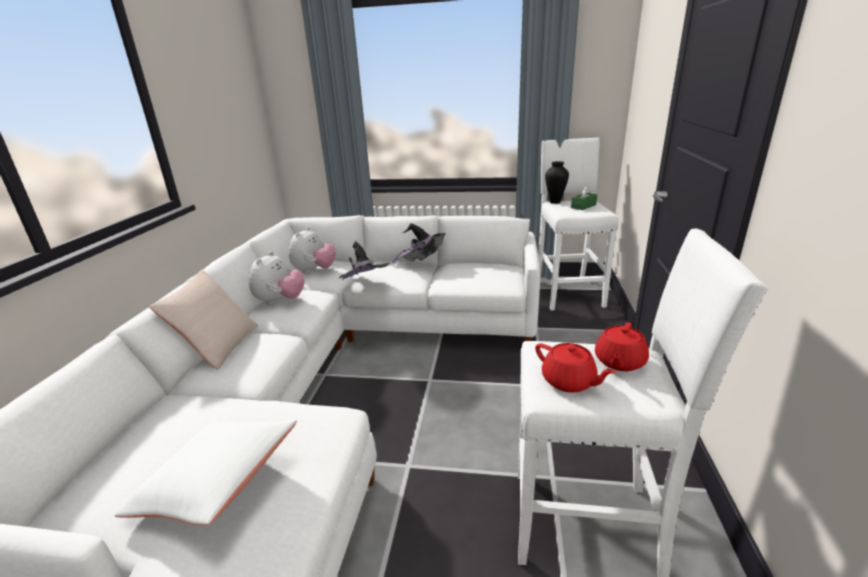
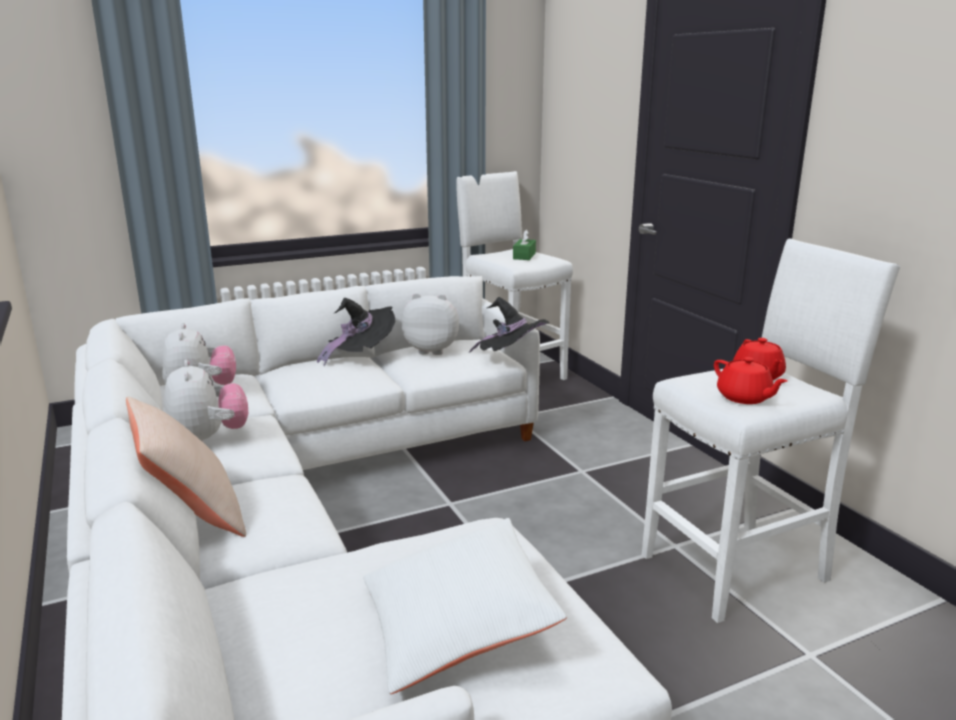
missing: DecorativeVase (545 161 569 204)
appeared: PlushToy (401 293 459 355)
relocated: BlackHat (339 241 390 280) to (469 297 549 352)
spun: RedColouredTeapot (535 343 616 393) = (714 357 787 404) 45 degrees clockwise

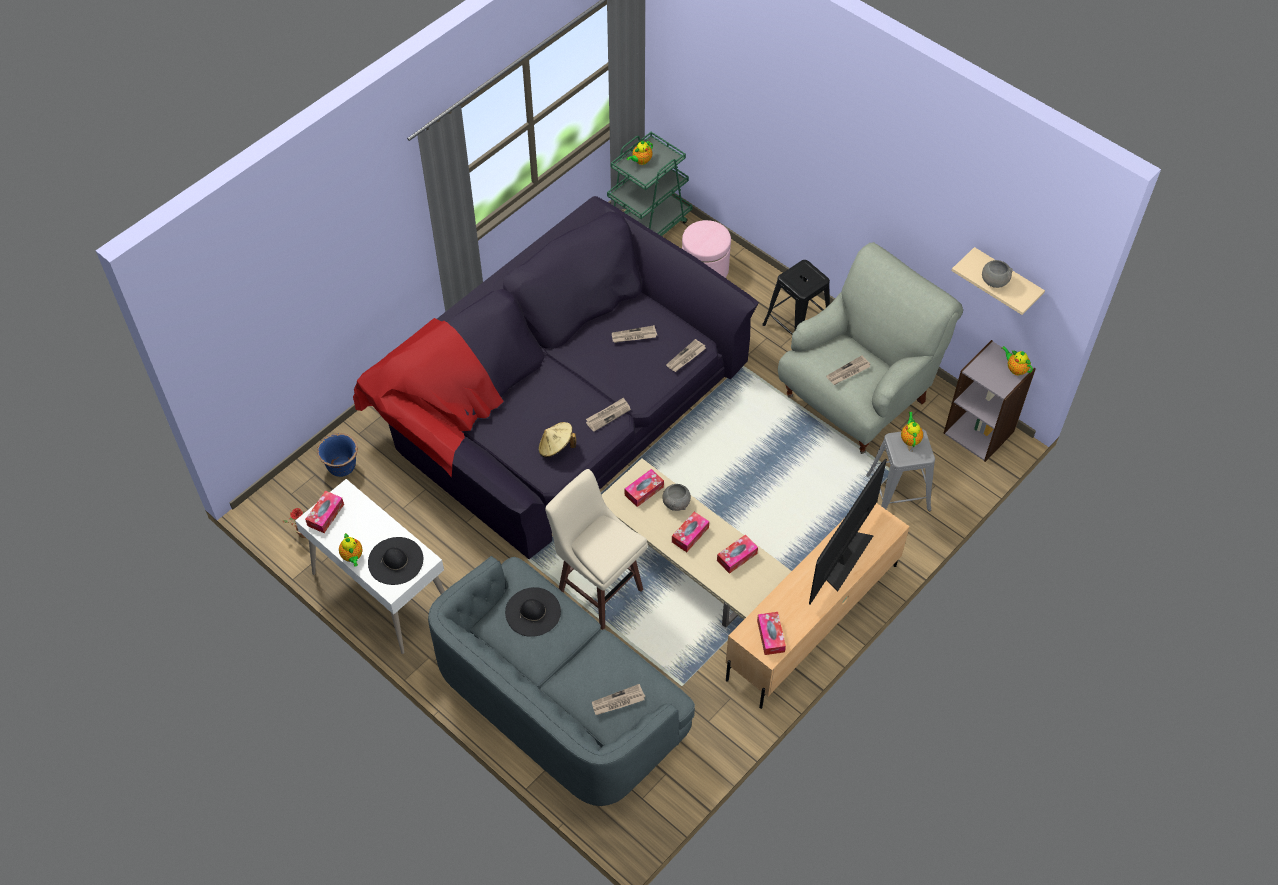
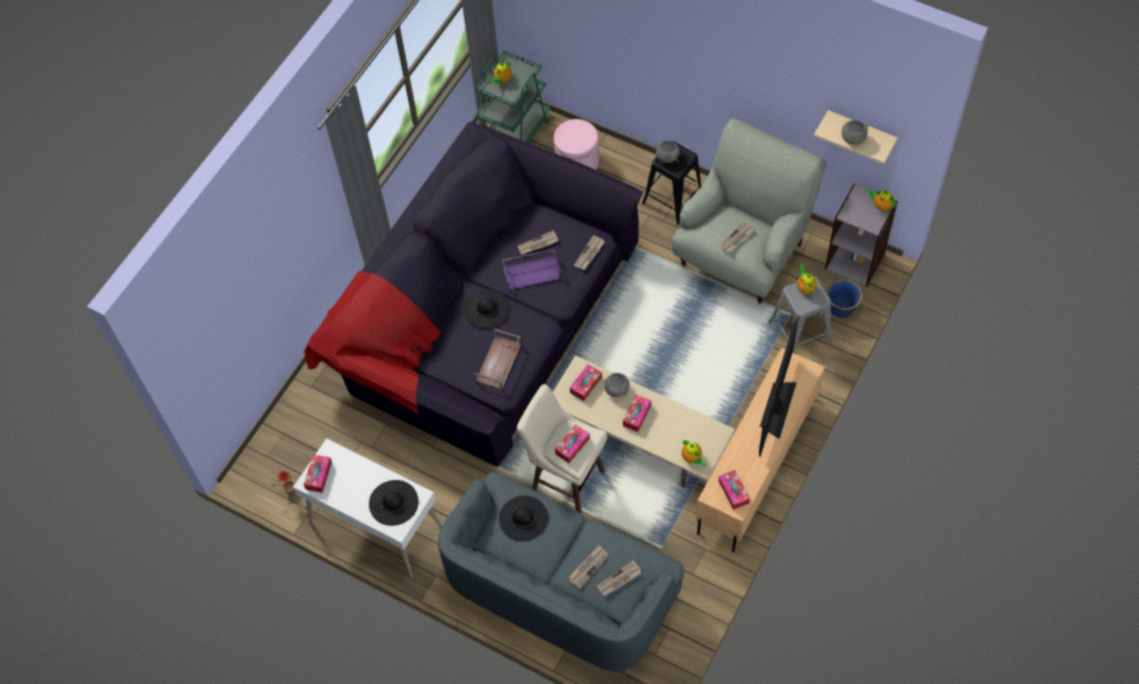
appeared: BlackHat (465 289 510 329); PurpleColouredTray (502 249 561 290); GreyServingBowl (656 140 680 163)
relocated: BlueColouredFlowerPot (317 433 358 477) to (826 279 863 318); Teapot (339 533 363 567) to (682 440 706 466); DailyPaper (586 397 631 432) to (569 545 609 589); TissueHolder (717 535 758 574) to (555 424 590 463)
exchanged: BeigeColouredHat (538 422 576 457) to BrownTray (474 329 521 390)

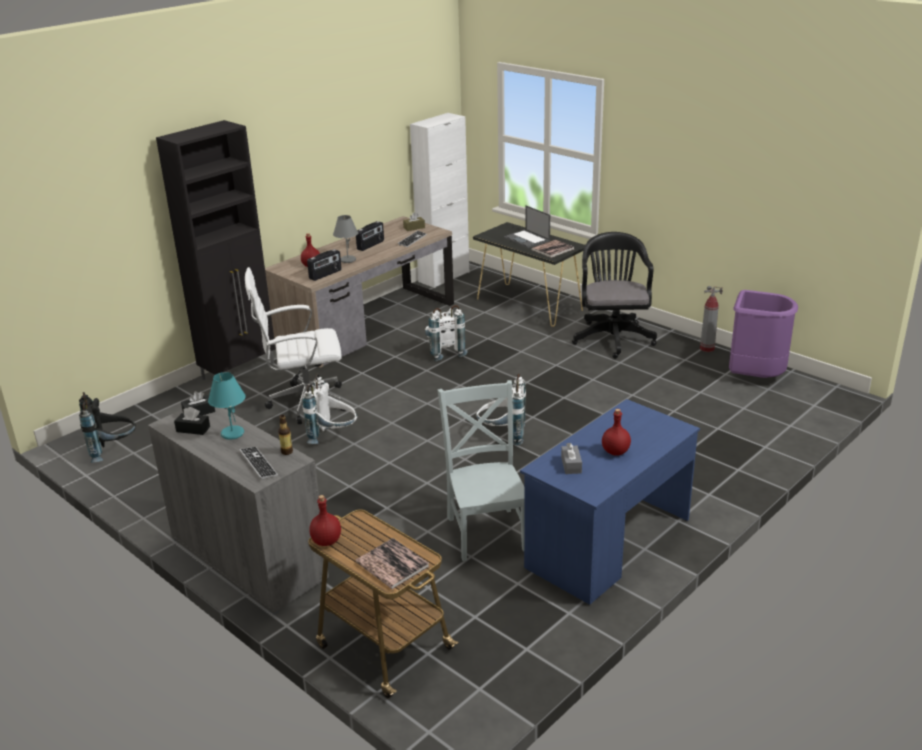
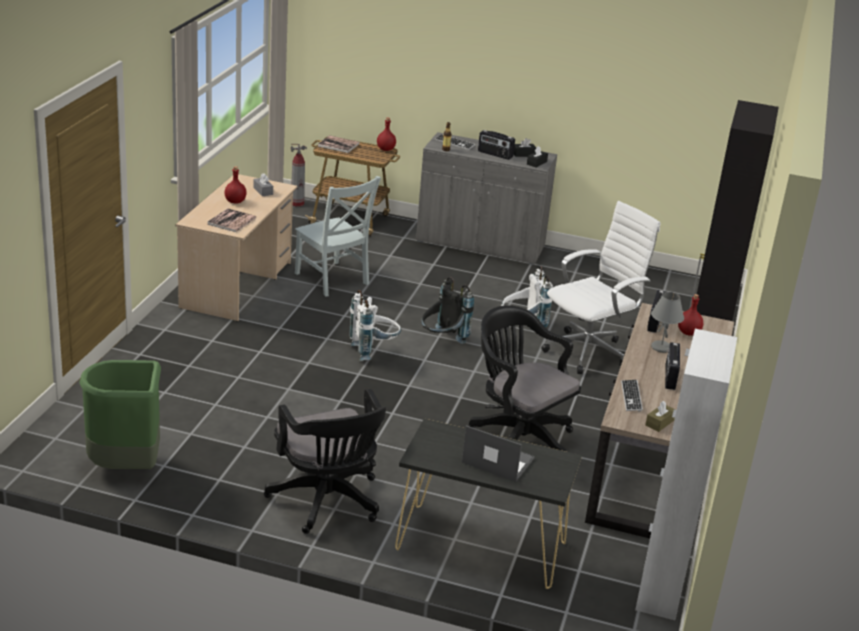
relocated: BlackKnapsack (79 392 136 463) to (421 277 474 344); Volume (531 240 574 258) to (207 208 256 232); FireFightingCylinder (700 286 723 352) to (291 144 307 207)
exchanged: BlueGreenLampForATable (208 372 246 440) to Radio (478 130 515 160); WhiteColouredKnapsack (425 305 468 362) to BlackDeskChair (469 305 581 452)
colour: BlueColouredDesk (520 399 700 605) to BeigeColouredDesk (176 174 297 321); PurpleColouredWasteBin (729 290 798 378) to GreenishWasteBin (79 360 161 469)

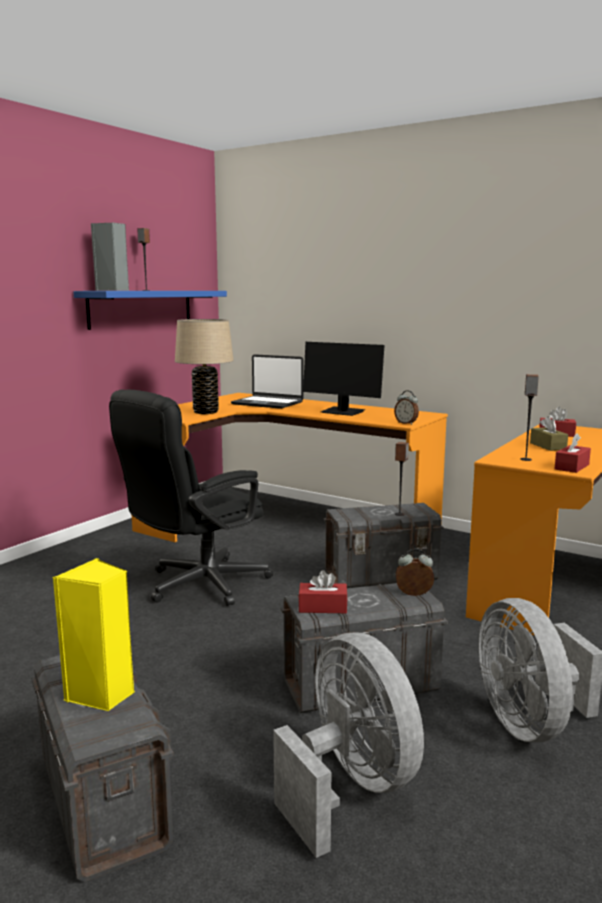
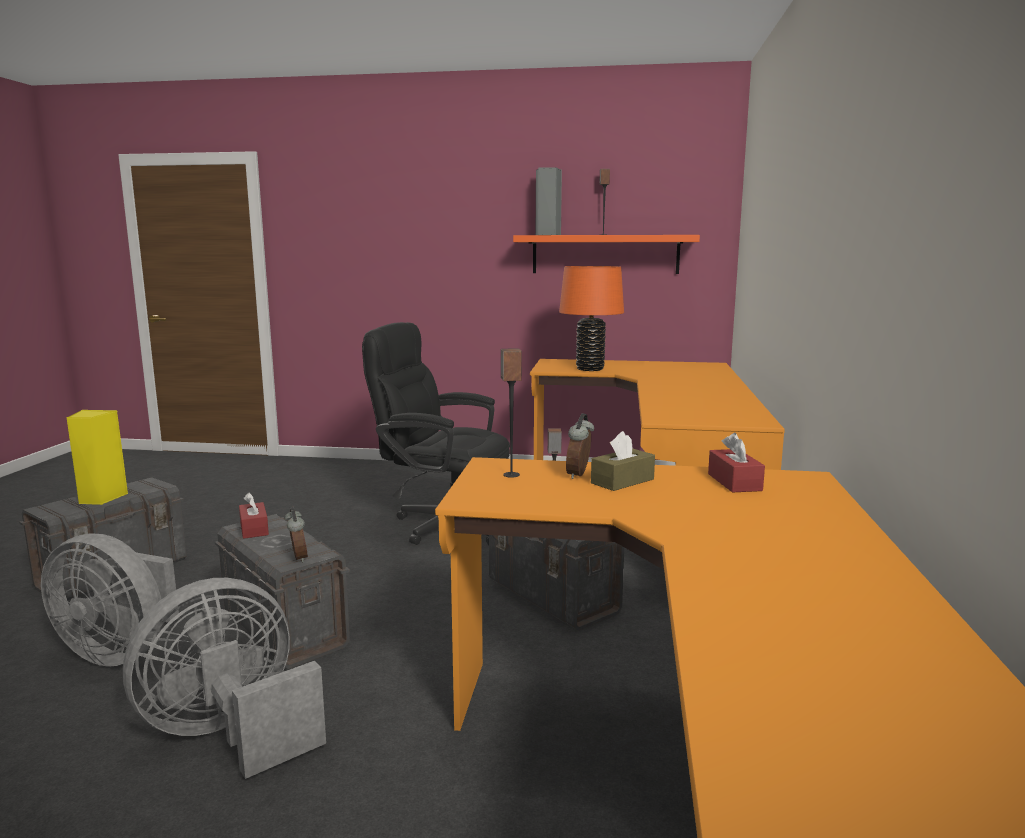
missing: Laptop (231 354 304 409); ComputerDisplay (303 342 385 416); RedColouredTissueHolder (555 433 591 473)
relocated: TableClock (394 391 419 425) to (566 413 594 479)
colour: BlueColouredShelf (73 291 227 330) to OrangeColouredShelf (513 235 700 274); BeigeColouredLampForATable (175 319 234 414) to OrangeColouredLampForATable (559 266 624 371)
spun: GreyElectricFan (273 633 424 858) = (41 533 179 667) 75 degrees clockwise

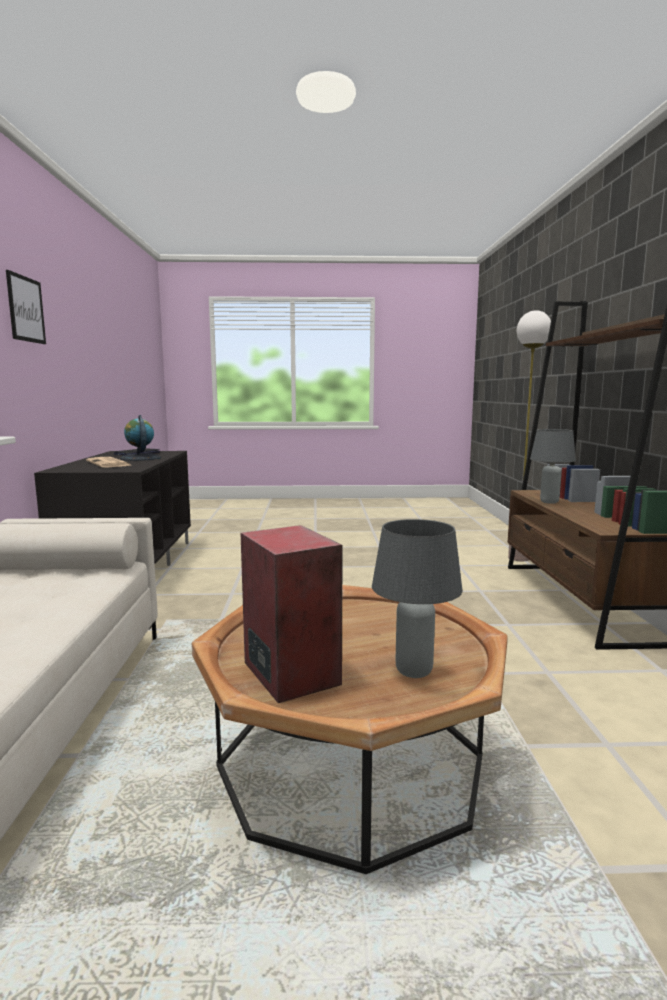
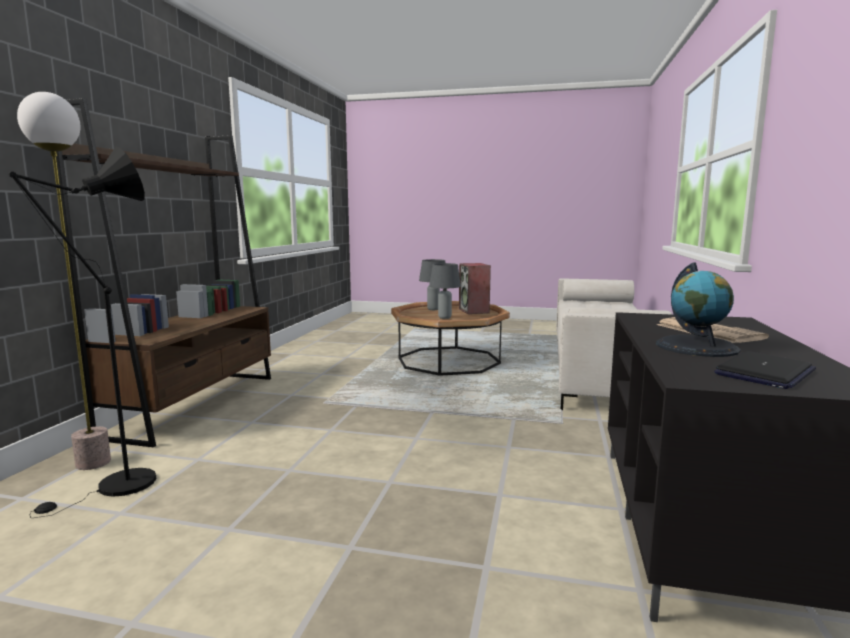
missing: Picture (6 270 46 344)
appeared: BlackStandingLamp (8 147 156 518)
relocated: GreyLampForATable (530 429 576 504) to (429 263 461 319)

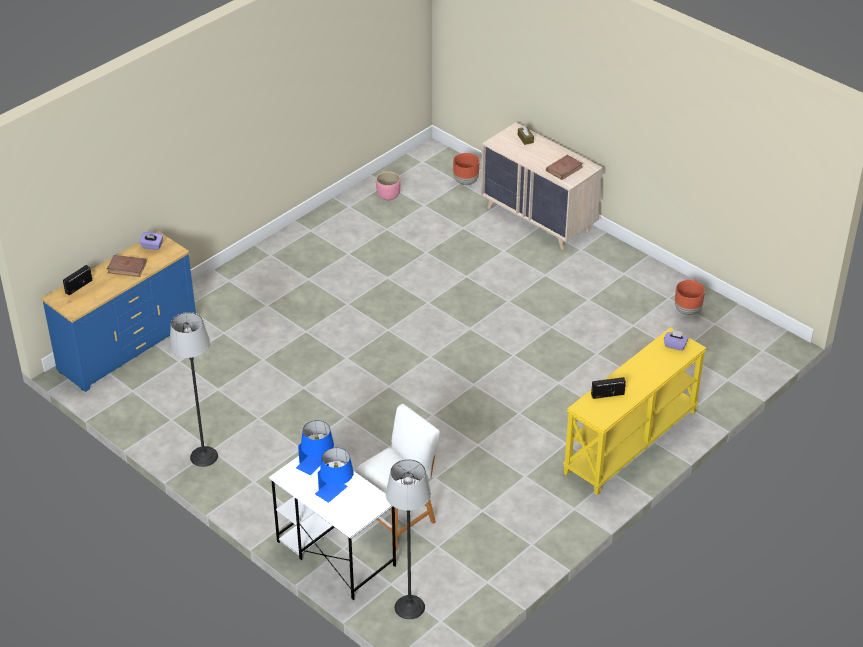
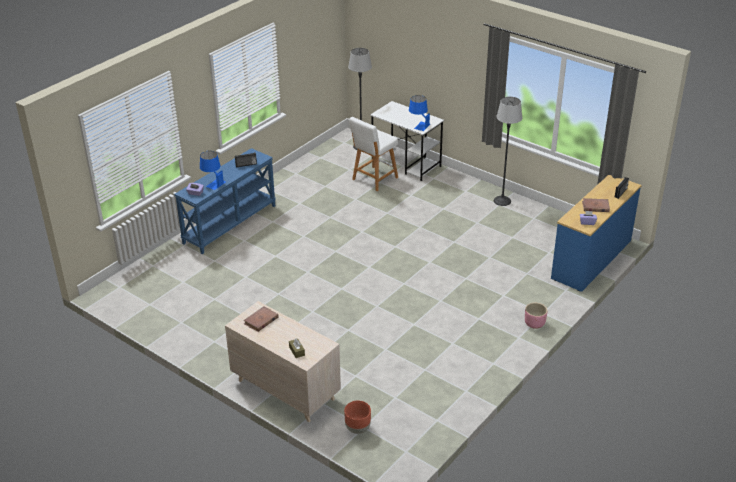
missing: BrownFlowerPot (675 280 705 315)
relocated: BlueColouredLampForATable (315 448 354 503) to (200 151 226 190); PinkColouredFlowerPot (376 171 401 200) to (525 303 547 329)
colour: YellowColouredHallTable (563 327 706 495) to BlueColouredHallTable (174 148 276 254)

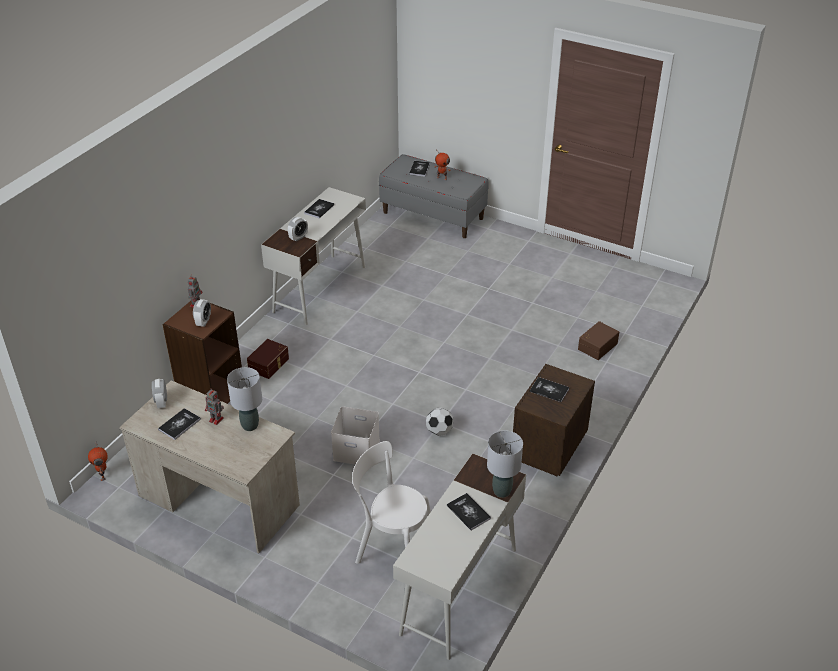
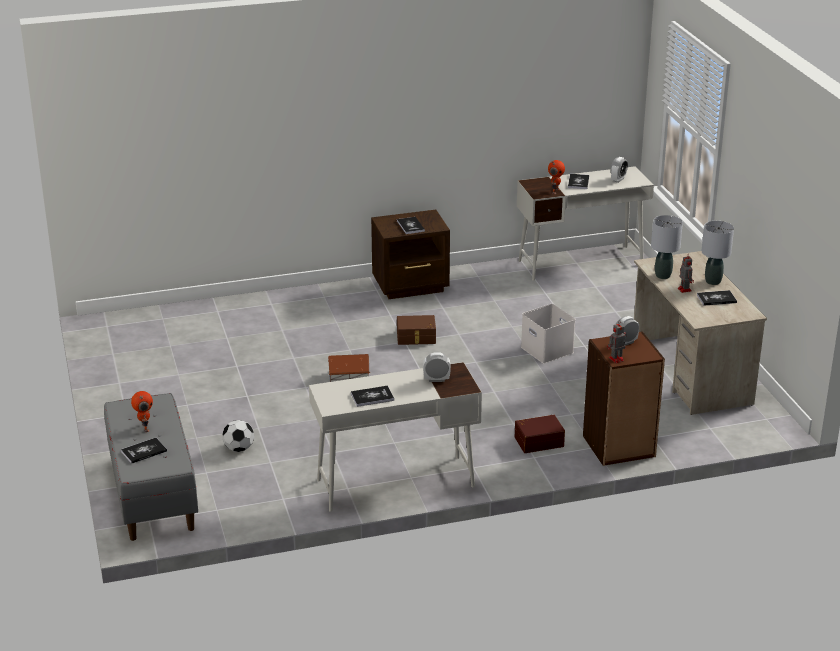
missing: WhiteColouredUprightChair (352 441 431 564)
appeared: ModelHouse (328 354 370 382)
relocated: ModelRobot (88 442 108 481) to (548 160 565 194); TableClock (152 379 167 408) to (611 157 628 183); FootballBall (426 407 454 436) to (222 420 254 452); GreyLampForATable (487 430 523 498) to (702 221 734 285); BrownStorageContainer (578 321 619 360) to (397 315 436 345)

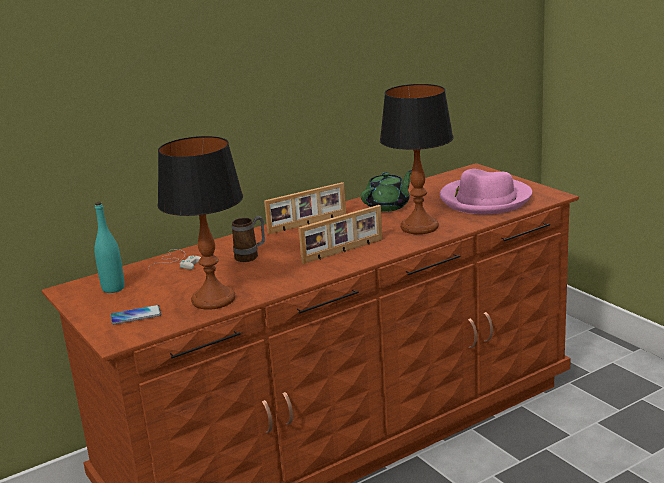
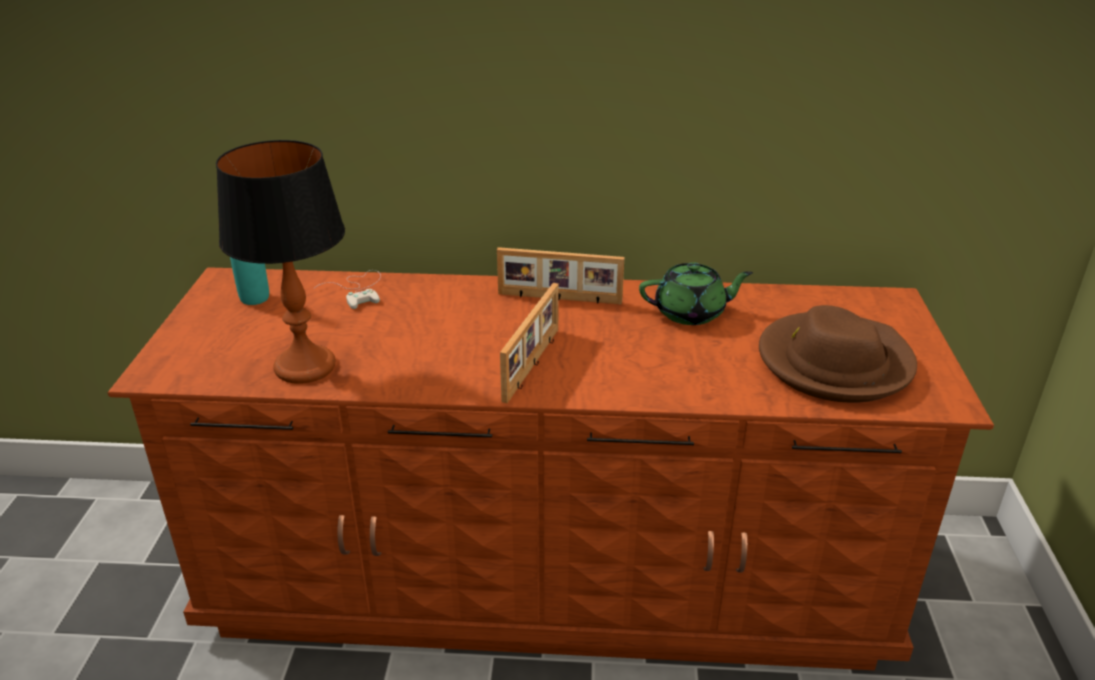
missing: Handset (110 305 161 325); Mug (232 216 265 262); LampForATable (380 84 454 234)
colour: PinkColouredHat (440 169 532 214) to BrownHat (759 305 917 403)
spun: PhotoFrame (298 205 383 264) = (500 283 559 403) 75 degrees counterclockwise

